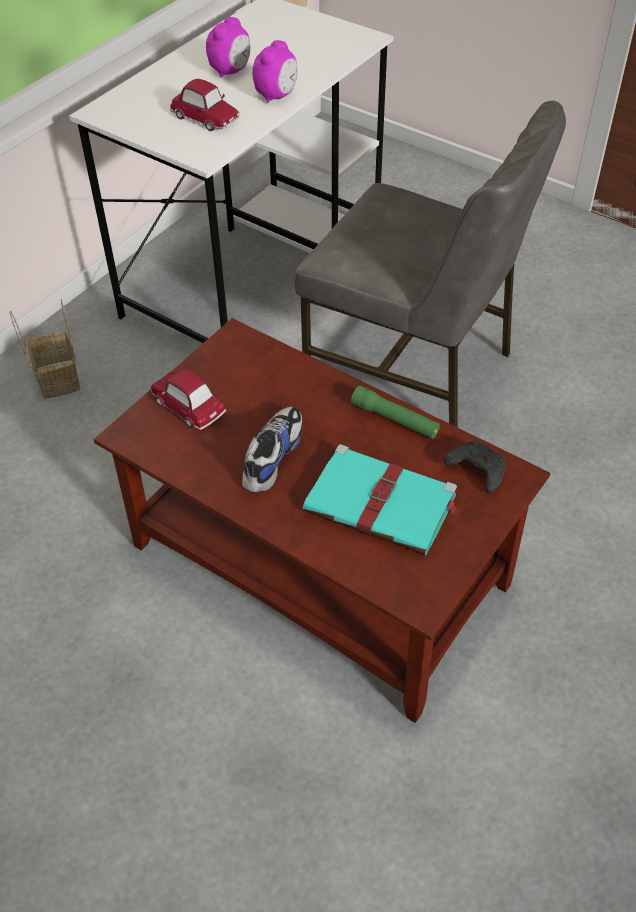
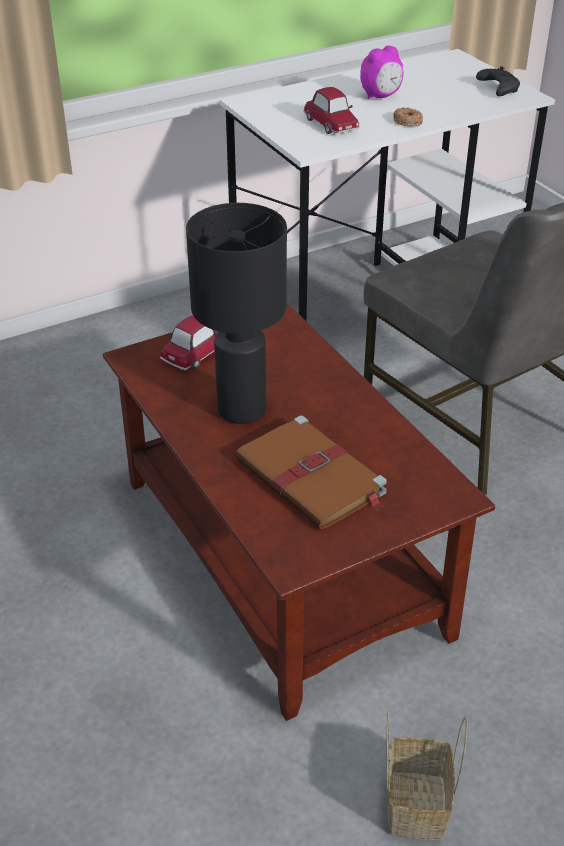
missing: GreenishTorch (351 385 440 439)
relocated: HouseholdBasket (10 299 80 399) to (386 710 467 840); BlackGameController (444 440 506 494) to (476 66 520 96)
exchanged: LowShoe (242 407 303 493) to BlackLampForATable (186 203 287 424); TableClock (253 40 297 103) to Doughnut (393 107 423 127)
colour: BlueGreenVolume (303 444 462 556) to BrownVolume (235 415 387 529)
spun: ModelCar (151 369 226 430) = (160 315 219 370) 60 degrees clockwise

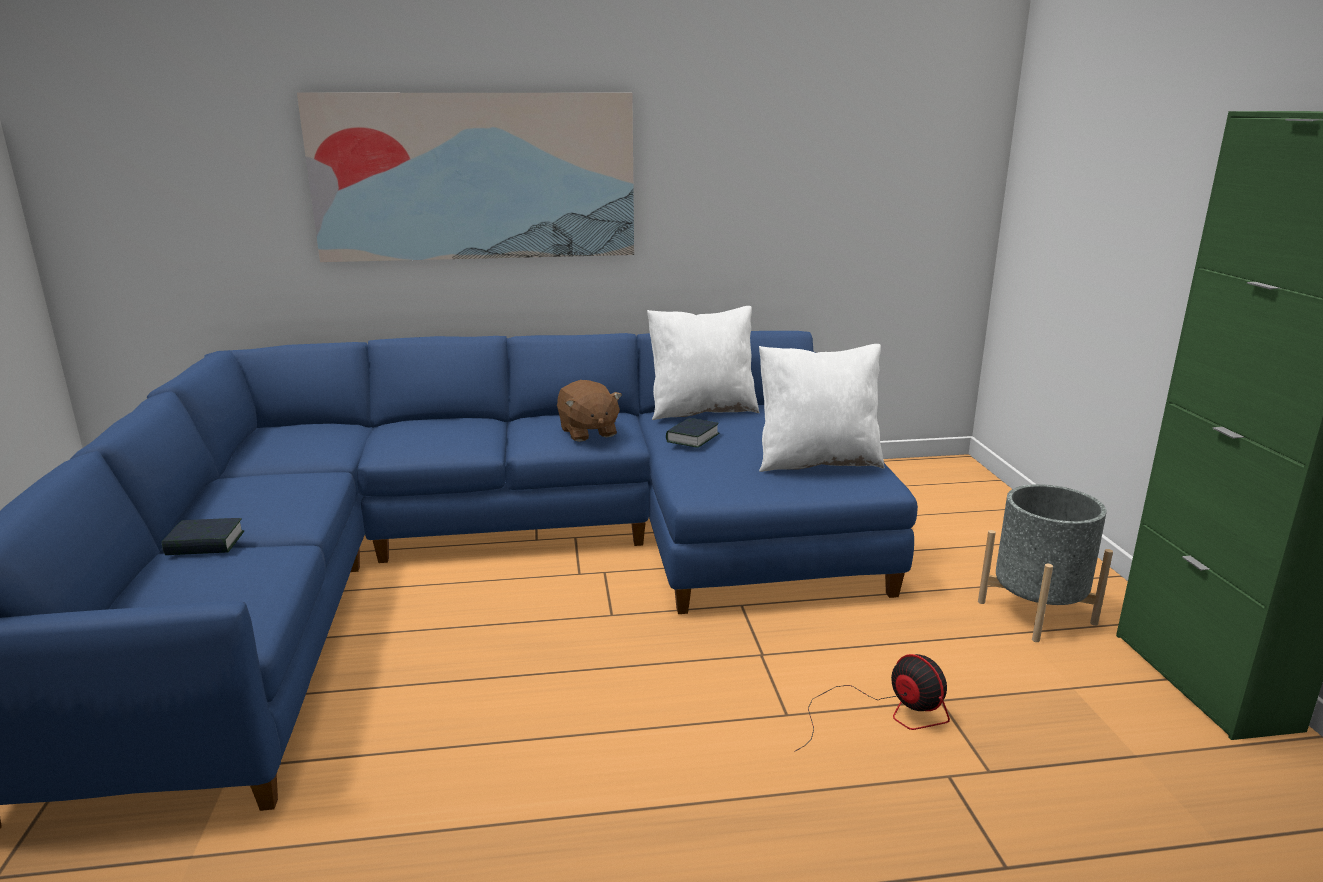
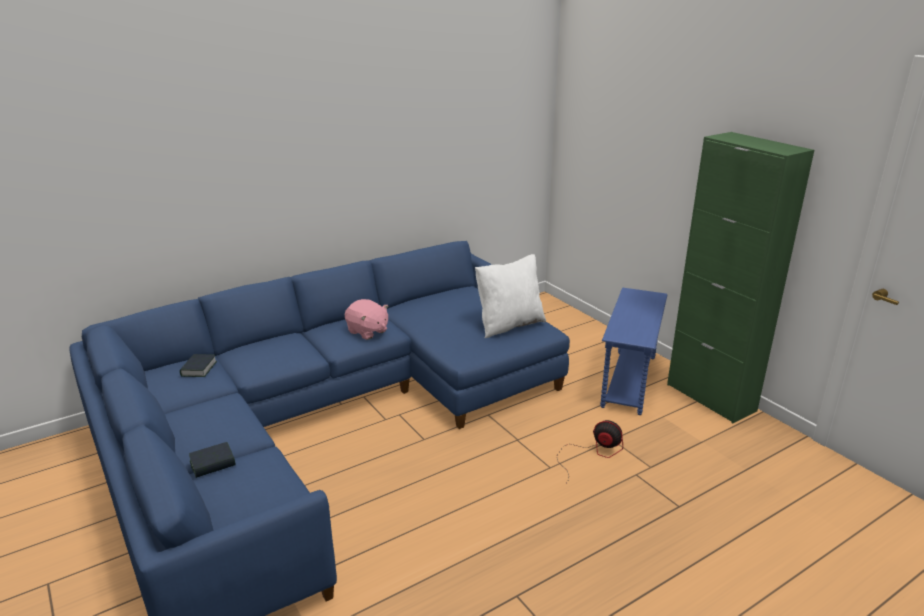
missing: Picture (297 93 634 262); WhiteColouredPillow (647 306 759 420)
relocated: Volume (666 418 720 448) to (180 354 217 377)
exchanged: GreyFlowerPot (978 484 1113 642) to BlueColouredSideTable (600 287 667 415)
colour: BrownPlushToy (557 380 622 442) to PinkColouredPlushToy (345 299 388 340)

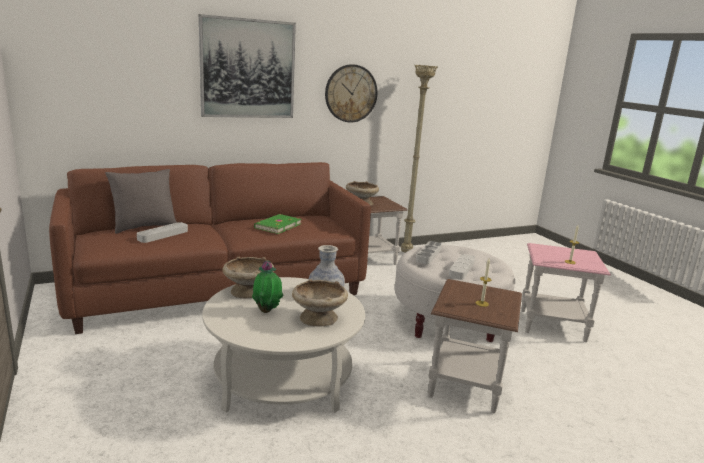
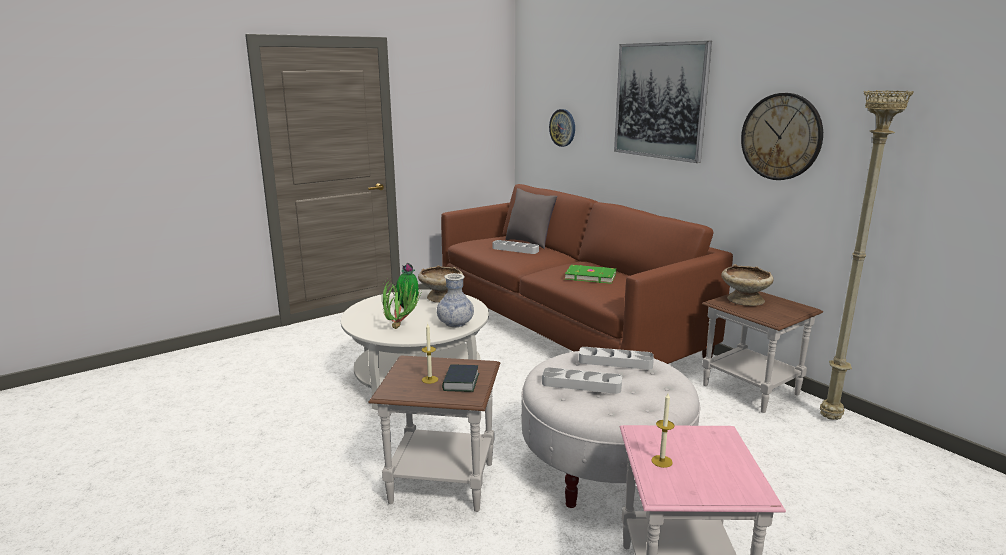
appeared: Volume (442 364 479 392); WallClock (549 109 575 147)
exchanged: BeigeColouredServingBowl (292 279 348 326) to Houseplant (381 279 422 329)

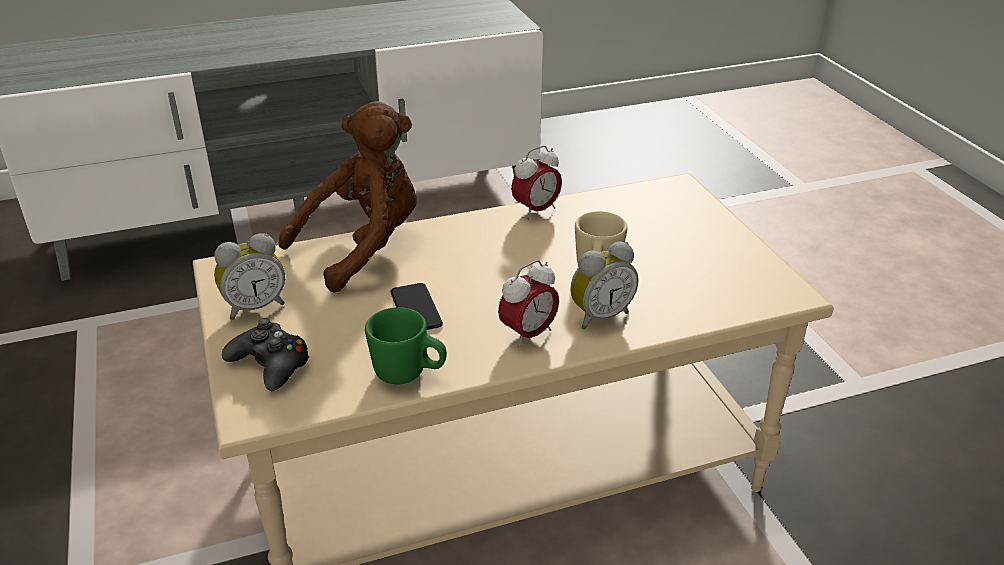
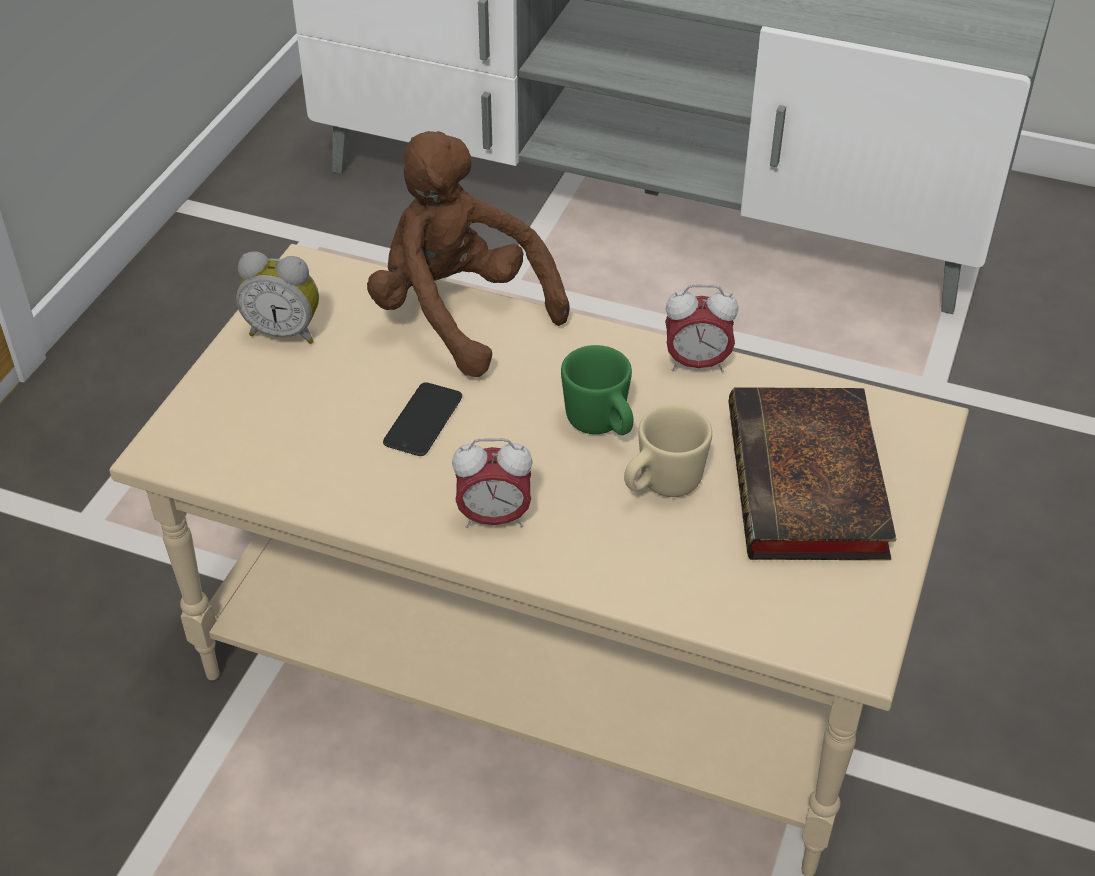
missing: BlackGameController (222 318 310 391); TableClock (570 241 638 330)
appeared: Volume (728 387 896 560)
relocated: GreenishMug (365 307 447 384) to (561 345 633 435)
spun: BrownPlushToy (279 101 417 293) = (367 131 570 377) 135 degrees counterclockwise

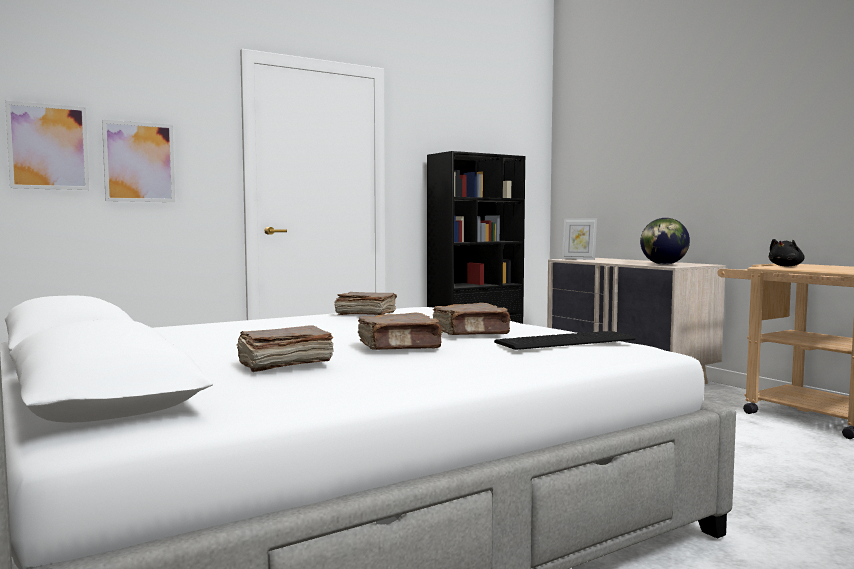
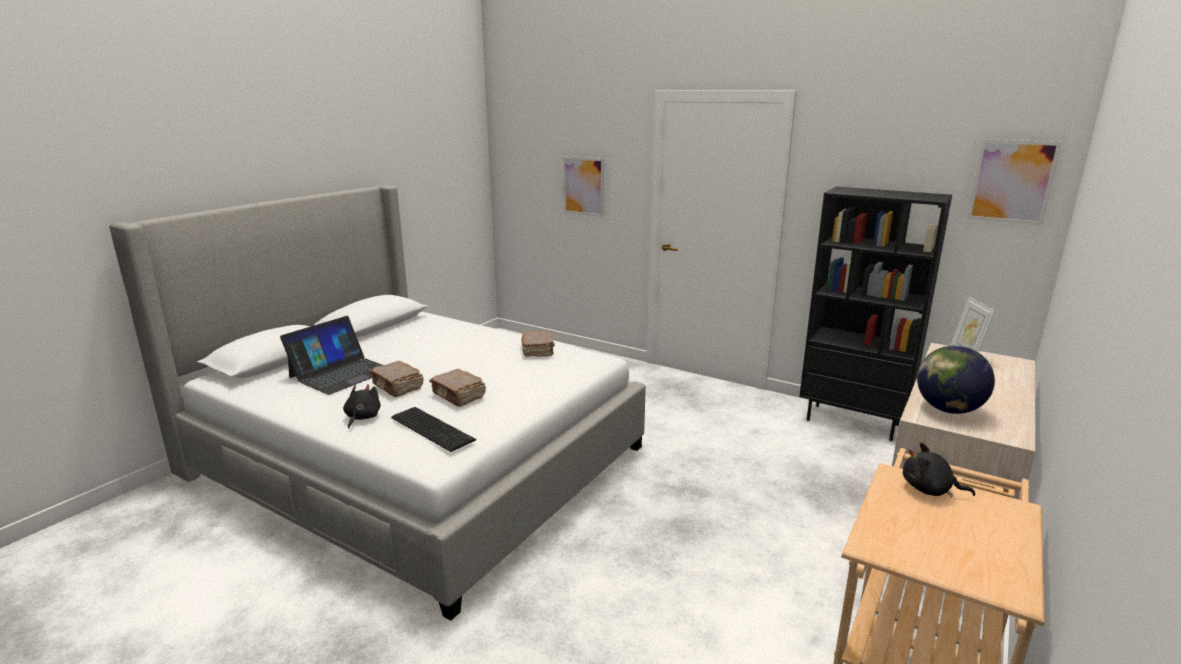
appeared: BlackPlushToy (343 384 381 429)
relocated: Picture (5 101 89 190) to (967 139 1062 225)
exchanged: BrownVolume (237 326 333 372) to Laptop (280 316 383 395)

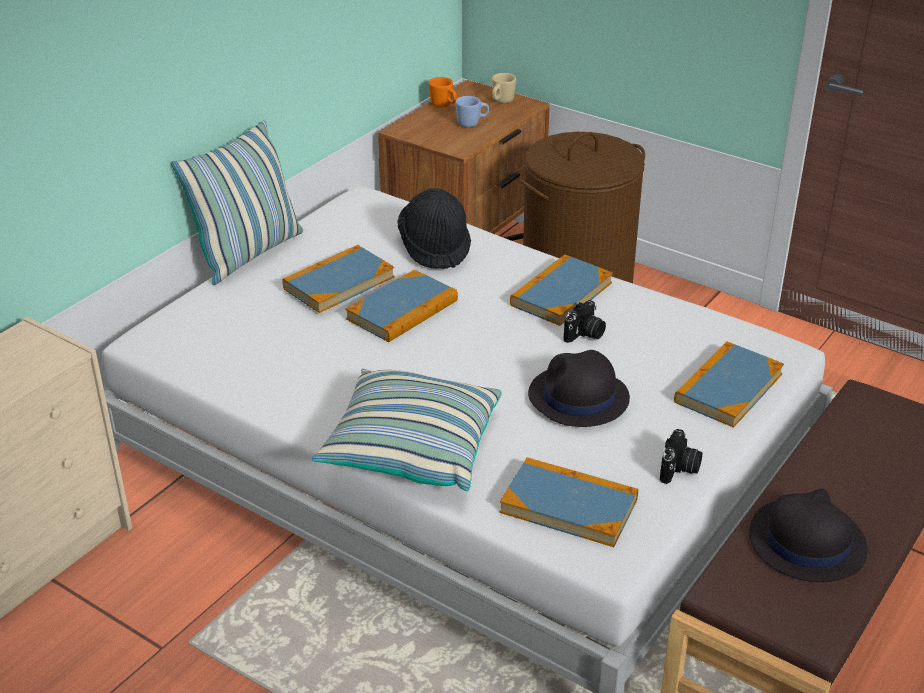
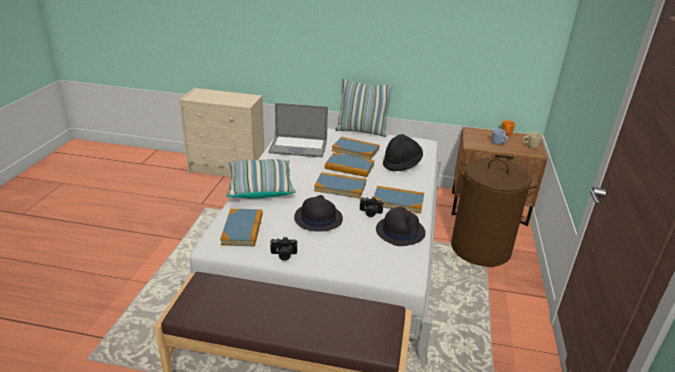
appeared: Laptop (268 103 328 158)
relocated: Volume (674 342 784 428) to (314 172 366 198); BlackHat (749 489 868 582) to (376 207 426 246)

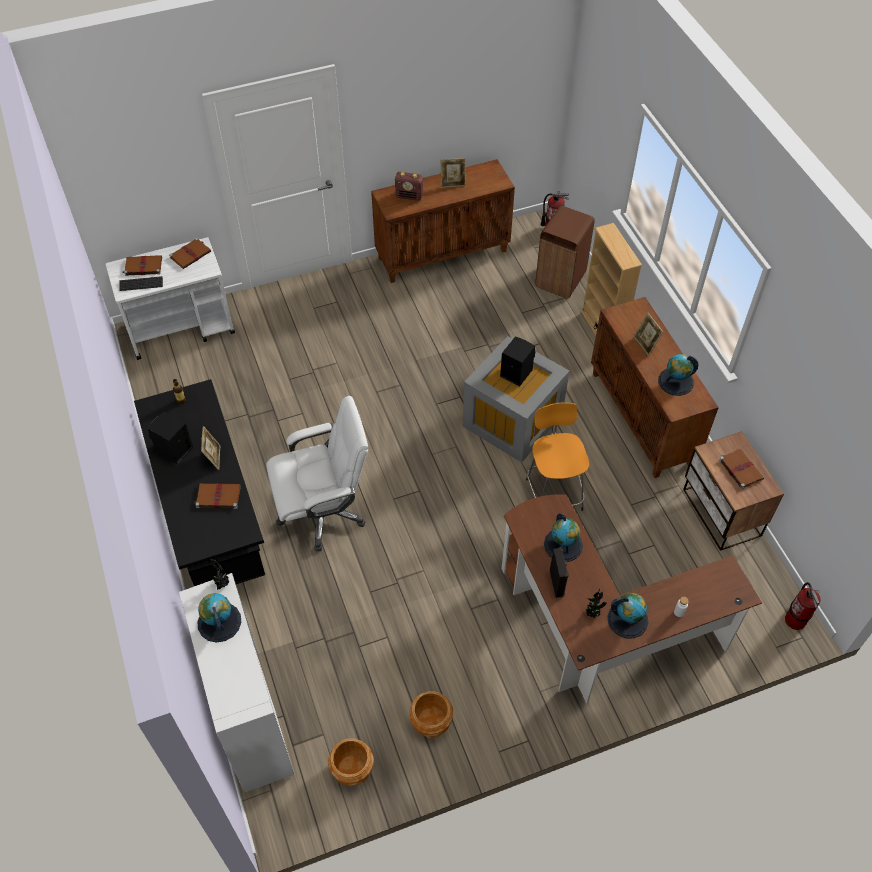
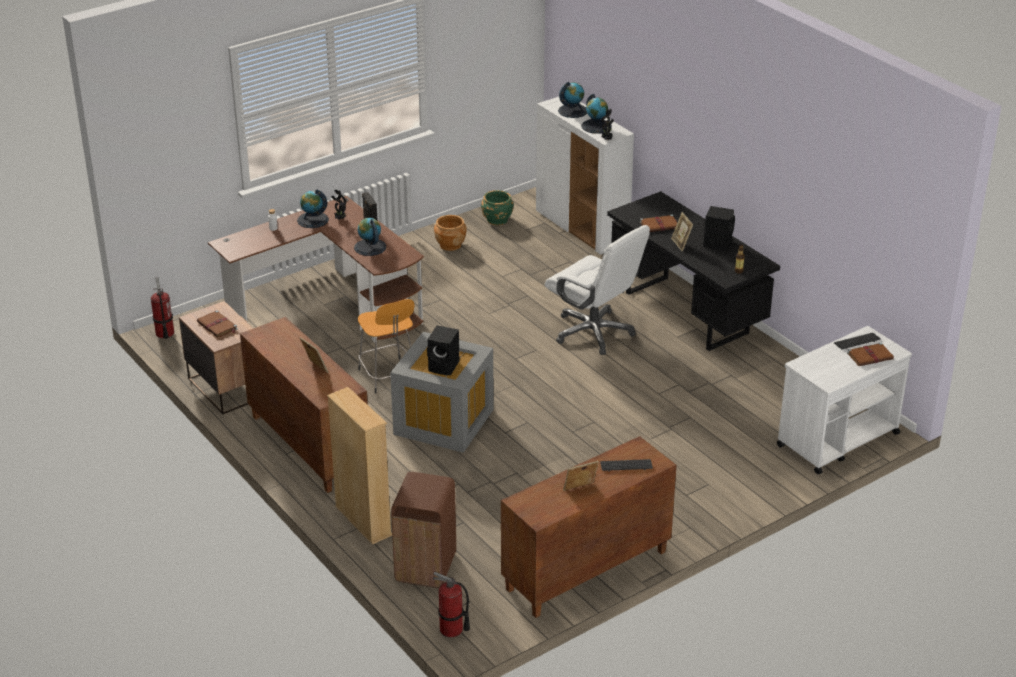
missing: BrownVolume (169 238 211 269)
relocated: Globe (658 354 698 396) to (558 82 587 118)
exchanged: Radio (395 172 423 201) to ComputerKeyboard (600 459 653 472)
colour: BrownFlowerPot (328 738 374 786) to GreenishFlowerPot (481 190 514 225)
spun: WhiteColouredDeskChair (266 396 368 551) = (545 225 650 355) 105 degrees counterclockwise

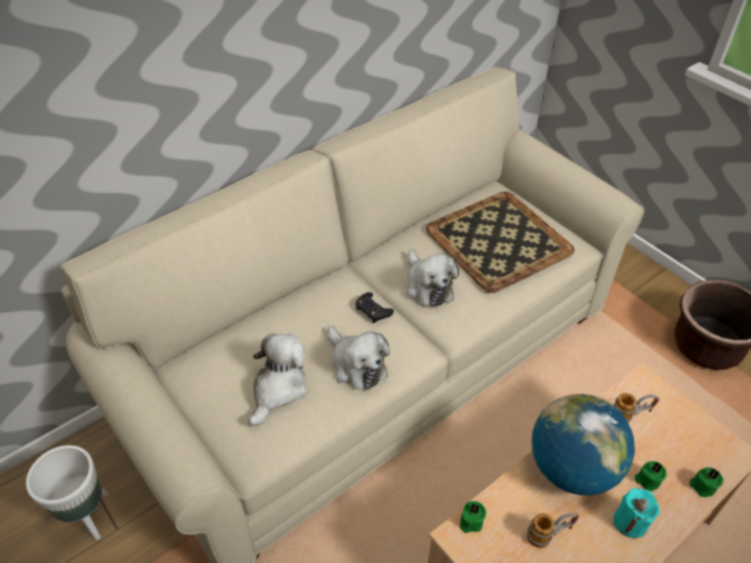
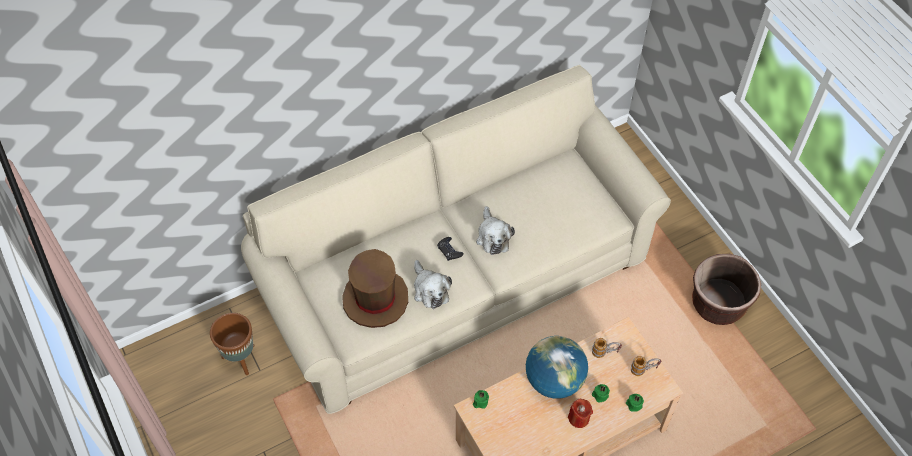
missing: Tray (426 192 574 293)
relocated: Mug (527 513 579 548) to (631 356 661 376)
exchanged: PlushToy (249 333 307 426) to BrownHat (342 249 408 328)
colour: WhiteColouredFlowerPot (26 445 108 540) to BrownFlowerPot (210 313 255 375); BlueGreenWaxCandle (613 488 660 538) to RedColouredWaxCandle (568 399 593 428)

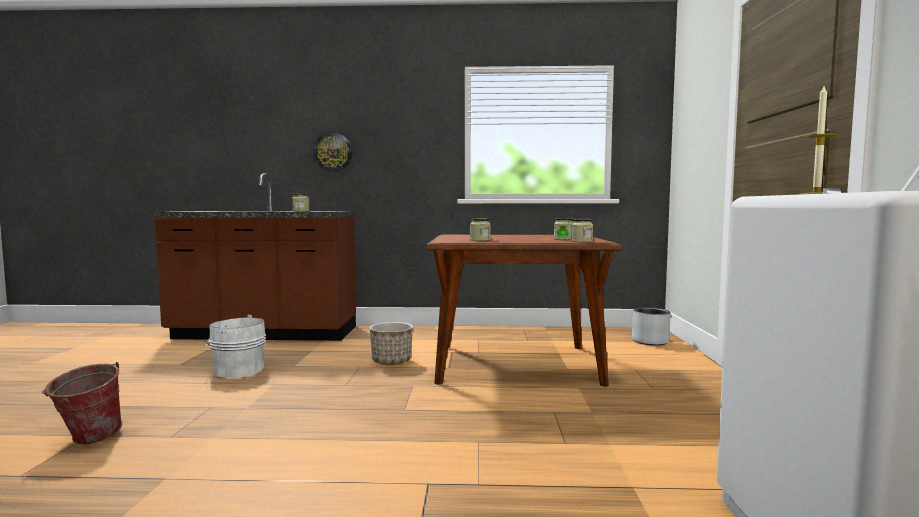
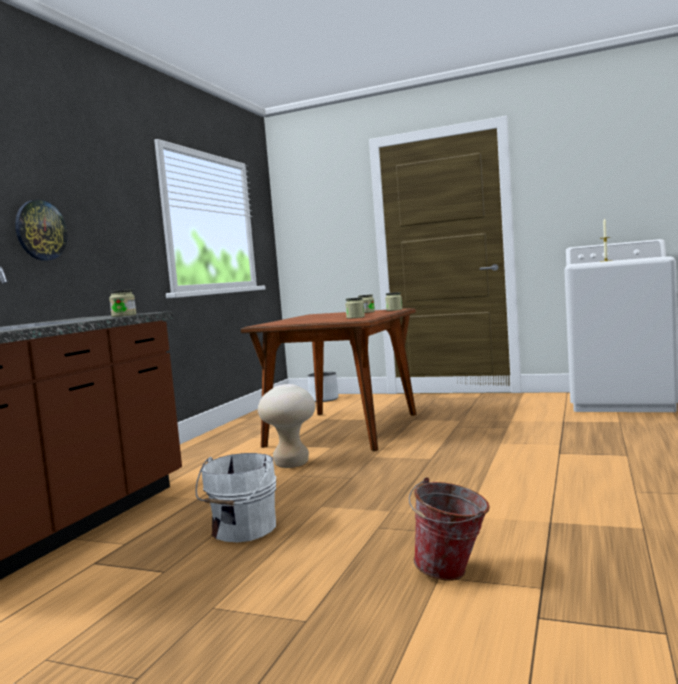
exchanged: FlowerPot (370 322 413 366) to BeigeColouredStool (258 384 315 468)

